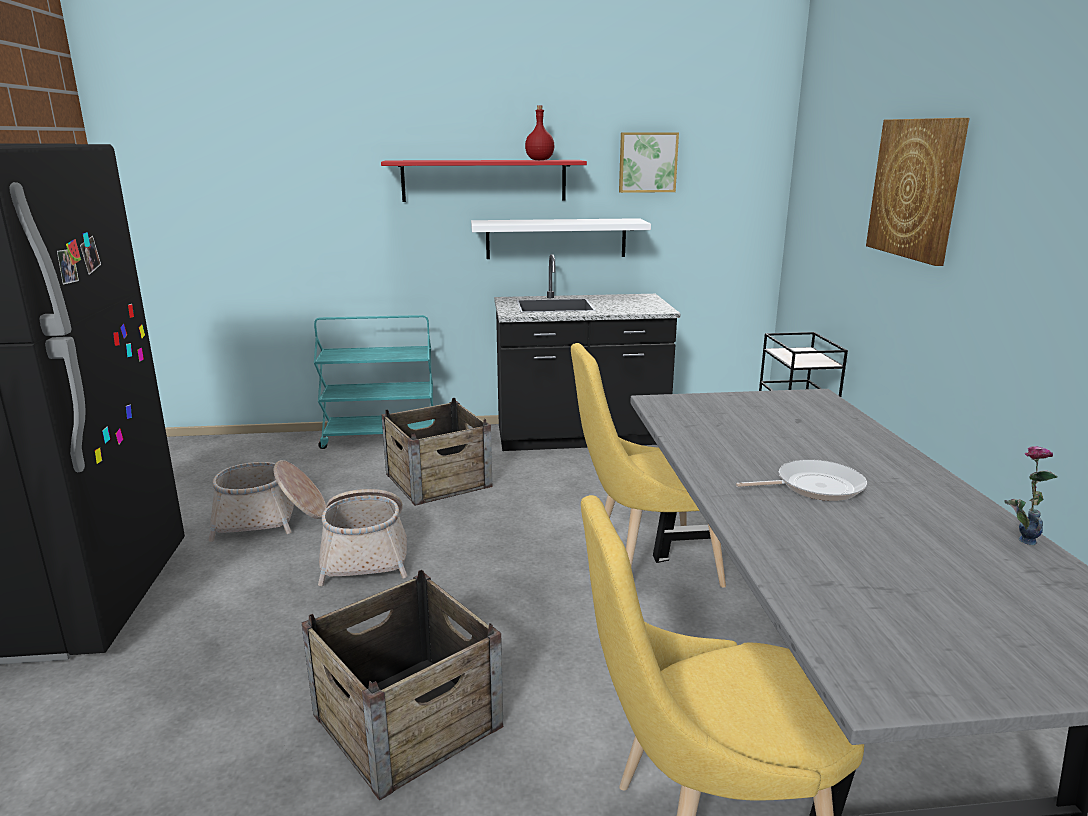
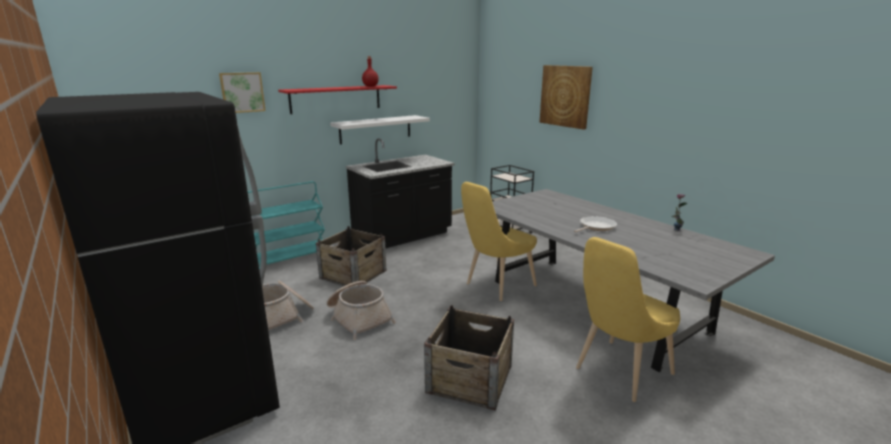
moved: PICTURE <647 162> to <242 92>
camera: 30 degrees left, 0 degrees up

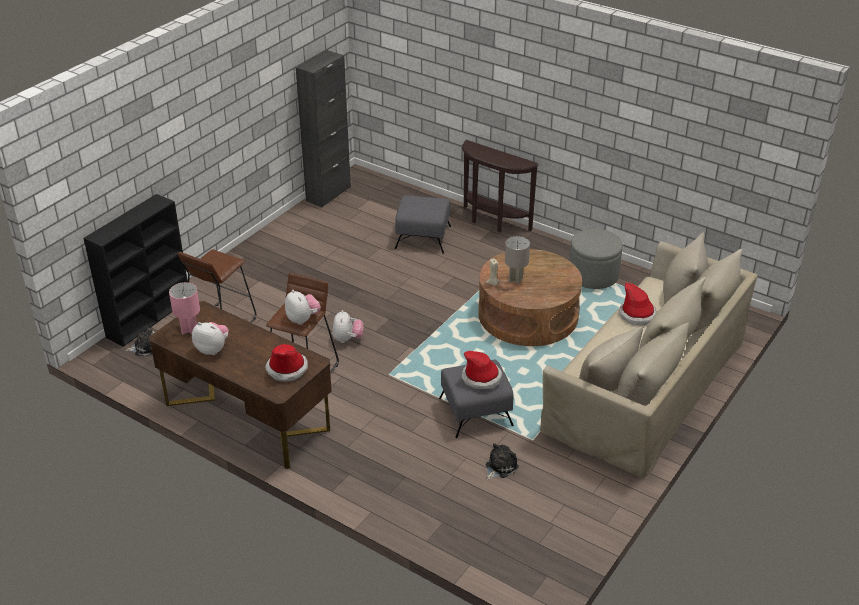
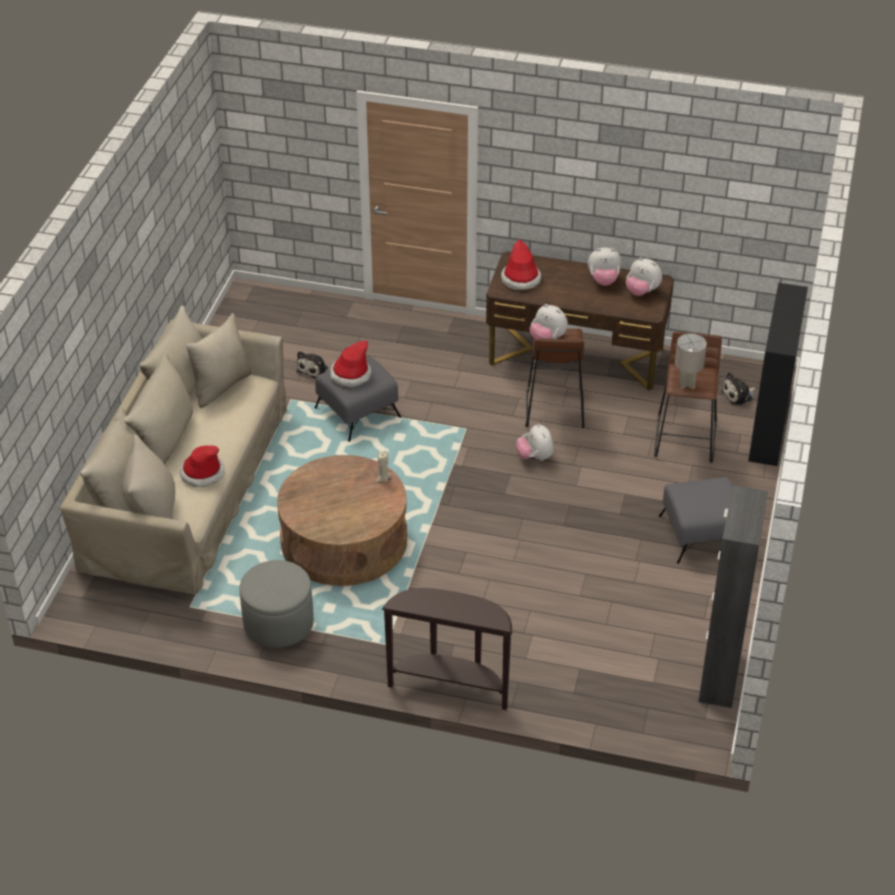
moved: GREY OTTOMAN <423 237> to <699 534>; GREY TABLE LAMP <515 280> to <687 384>
replaced: PINK TABLE LAMP <189 330> to PLUSH TOY <642 291>
camera: 160 degrees right, 5 degrees up

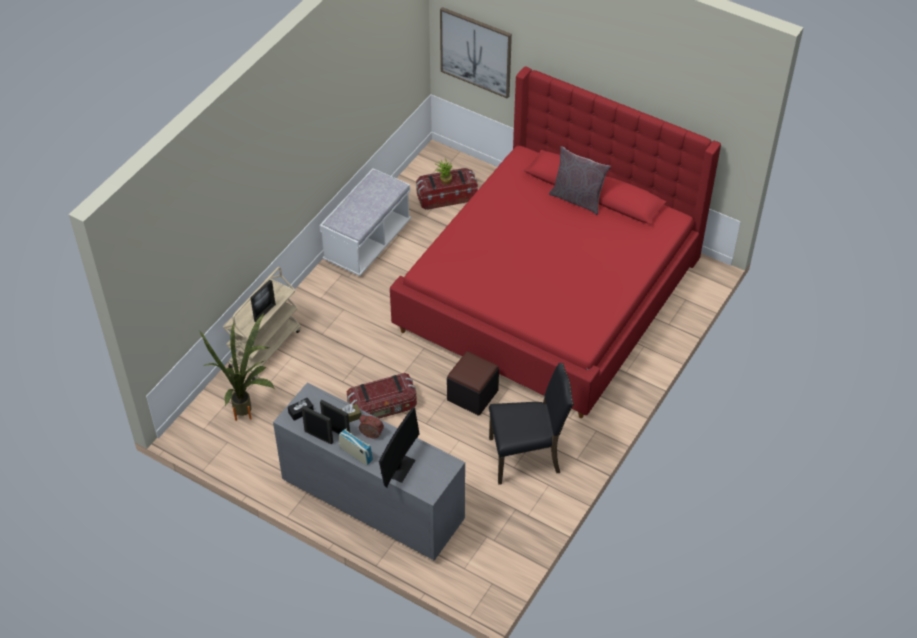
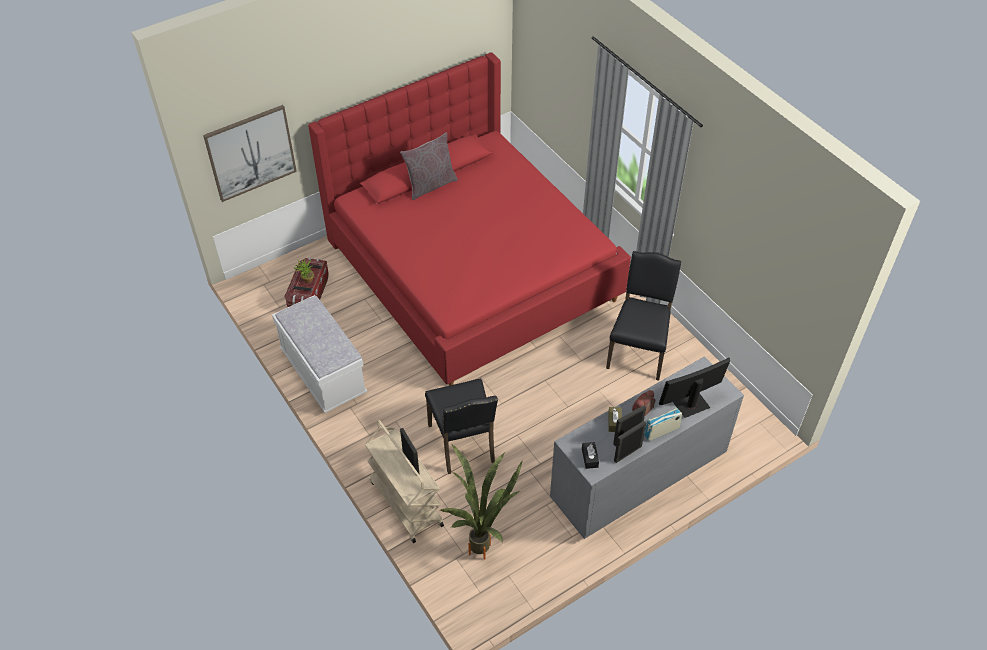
removed: STORAGE BOX <383 408>; BLACK OTTOMAN <472 395>
added: BLACK CHAIR <463 444>
turned: MONITOR <398 467> = <690 405> 75 degrees counterclockwise
camera: 65 degrees left, 0 degrees up

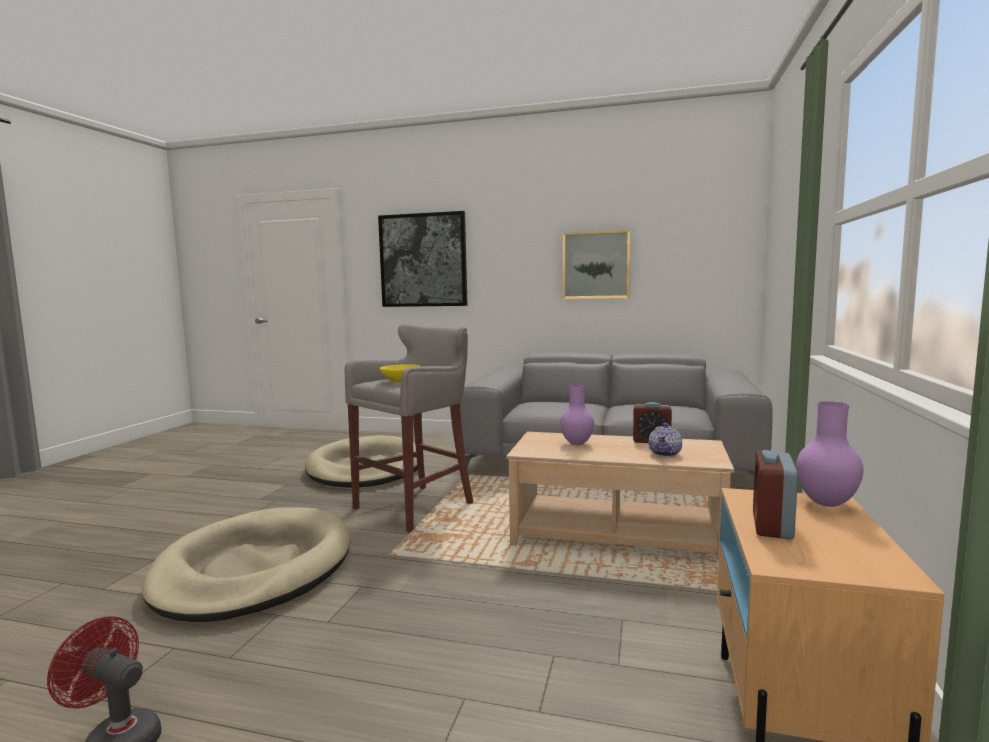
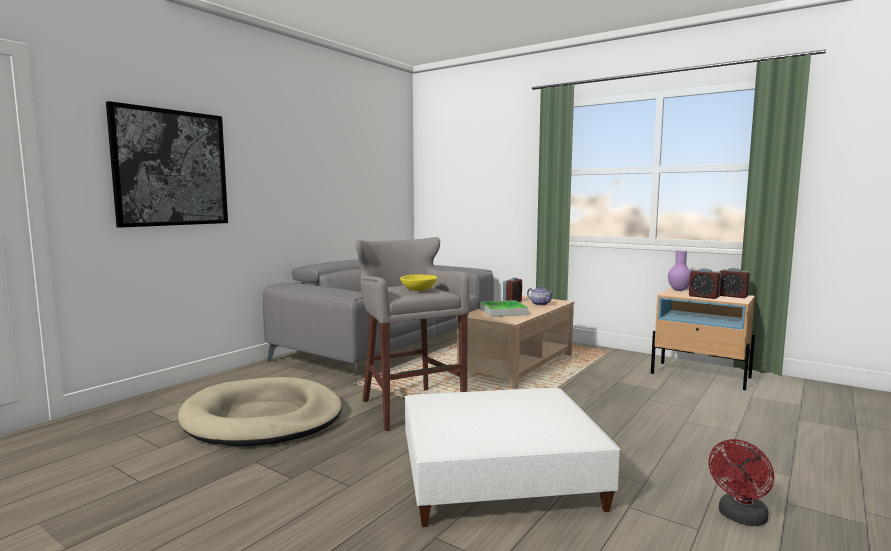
removed: PICTURE <596 265>
added: ALARM CLOCK <732 296>
replaced: BEIGE DOG BED <254 569> to WHITE OTTOMAN <499 477>; PURPLE VASE <577 444> to TRAY <503 311>
camera: 70 degrees left, 0 degrees up

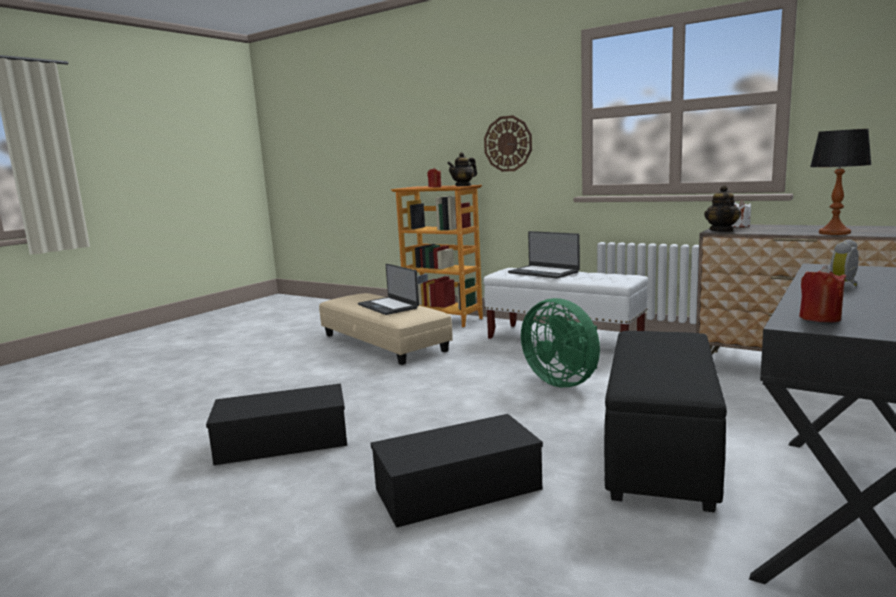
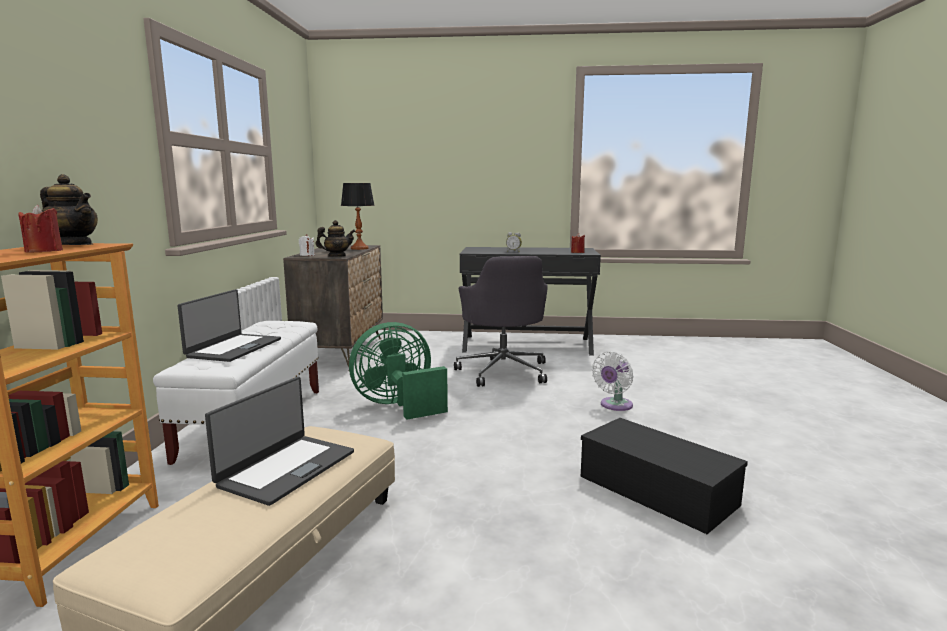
removed: WALL CLOCK <508 143>
replaced: BLACK STORAGE BOX <456 490> to WHITE FAN <614 406>; BLACK OTTOMAN <660 452> to GREY OFFICE CHAIR <503 371>
turned: GREEN FAN <564 381> = <398 406> 135 degrees counterclockwise
camera: 120 degrees left, 0 degrees up

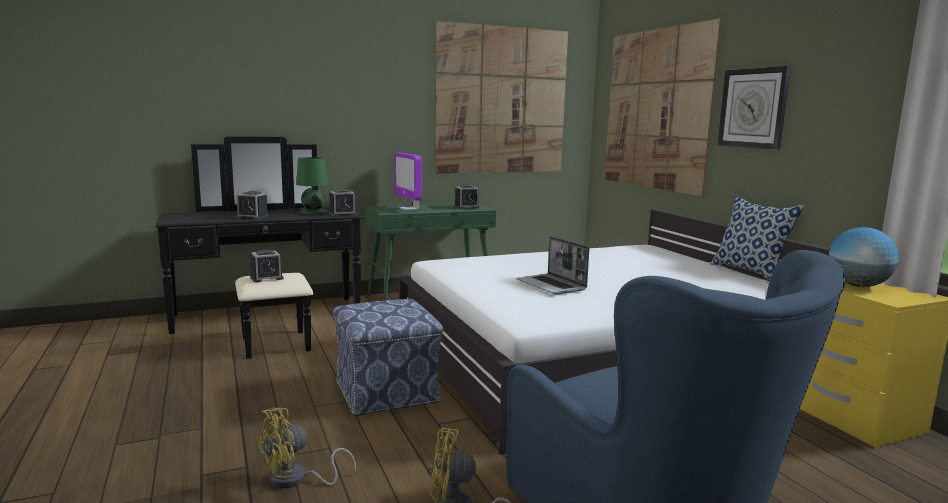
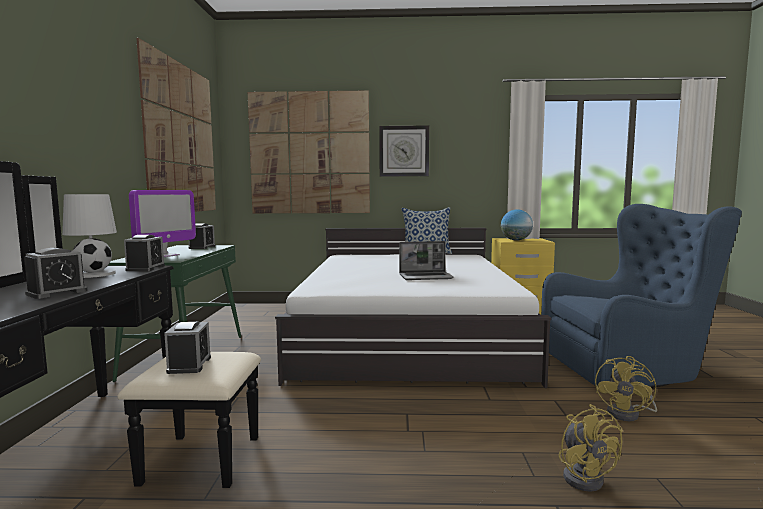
removed: OTTOMAN <387 392>
recoloured: GREEN TABLE LAMP <313 212> to WHITE TABLE LAMP <94 274>
turned: MONITOR <409 208> = <165 255> 60 degrees counterclockwise
camera: 65 degrees left, 5 degrees down

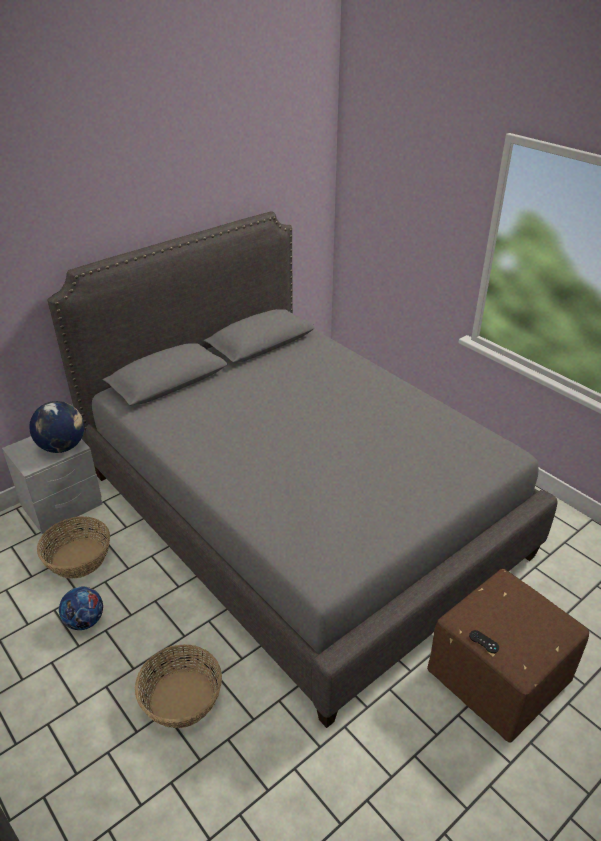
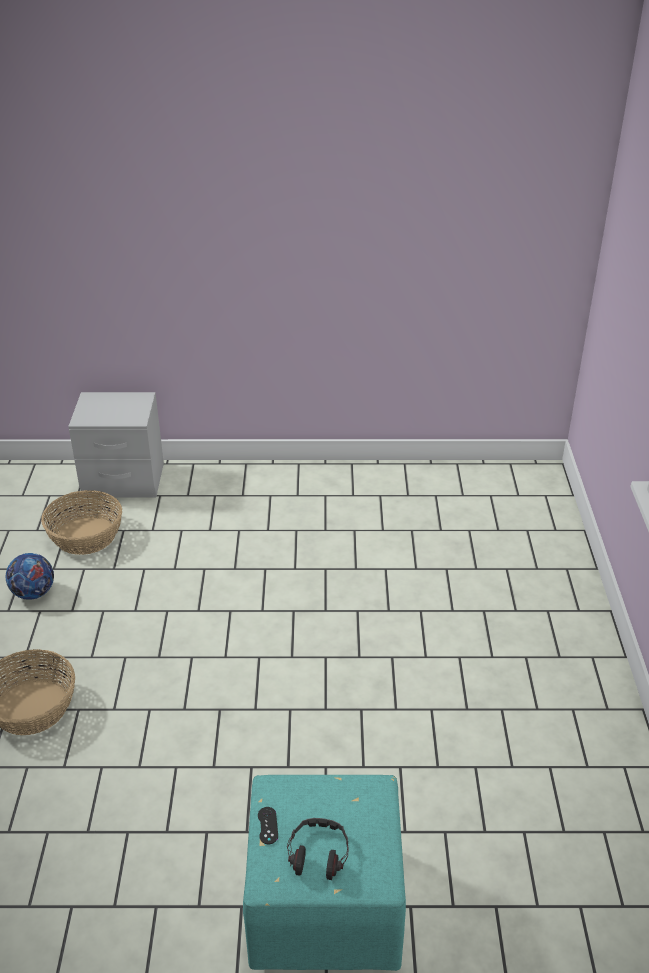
removed: GLOBE <62 446>; GREY BED <300 513>
added: HEADPHONES <318 853>
recoloured: BROWN OTTOMAN <496 677> to TURQUOISE OTTOMAN <325 905>
camera: 40 degrees right, 0 degrees up

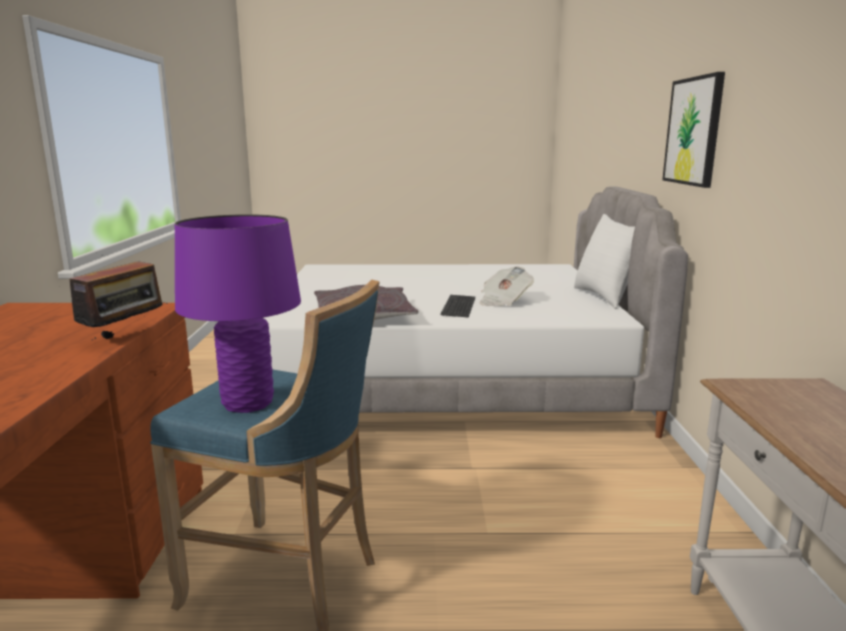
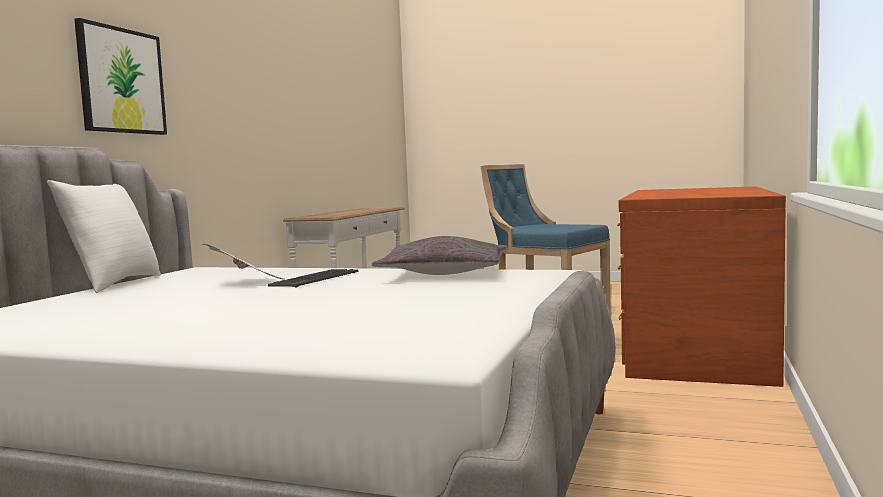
removed: RADIO <125 336>; PURPLE TABLE LAMP <248 403>
camera: 160 degrees left, 10 degrees down

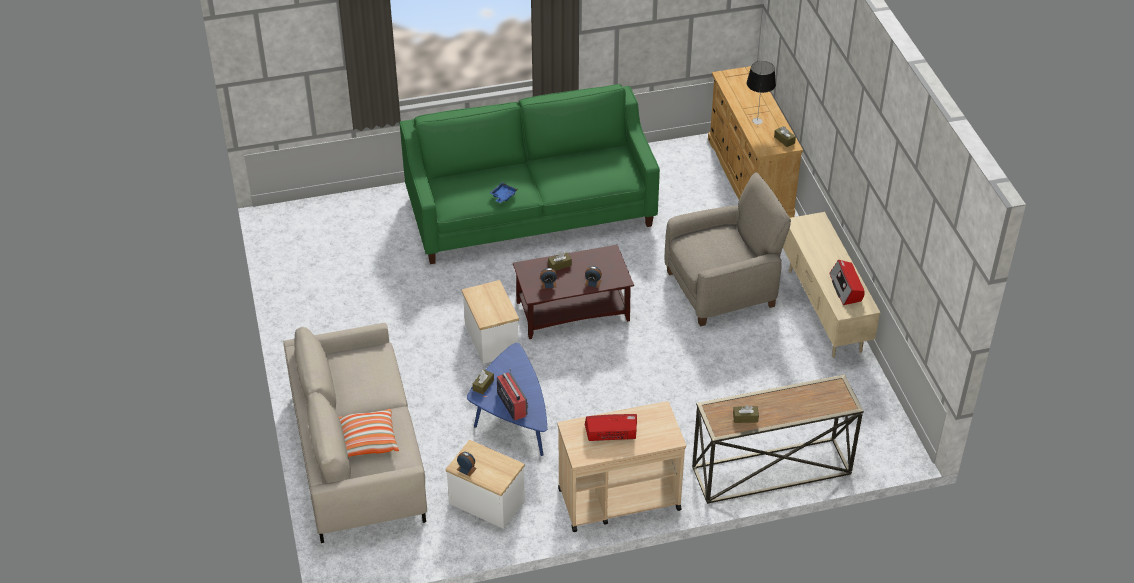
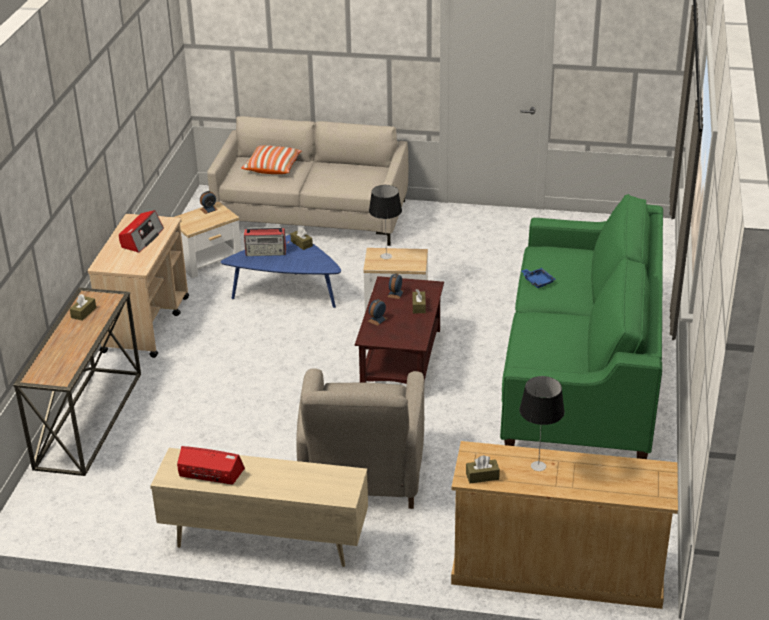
added: TABLE LAMP <386 256>
camera: 115 degrees right, 10 degrees down

